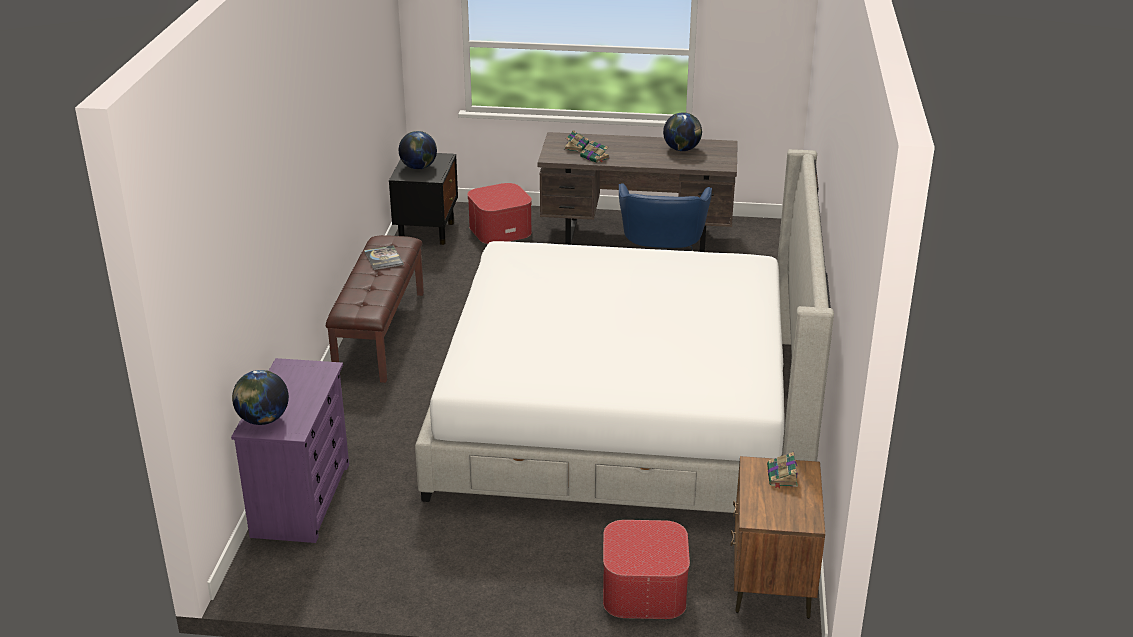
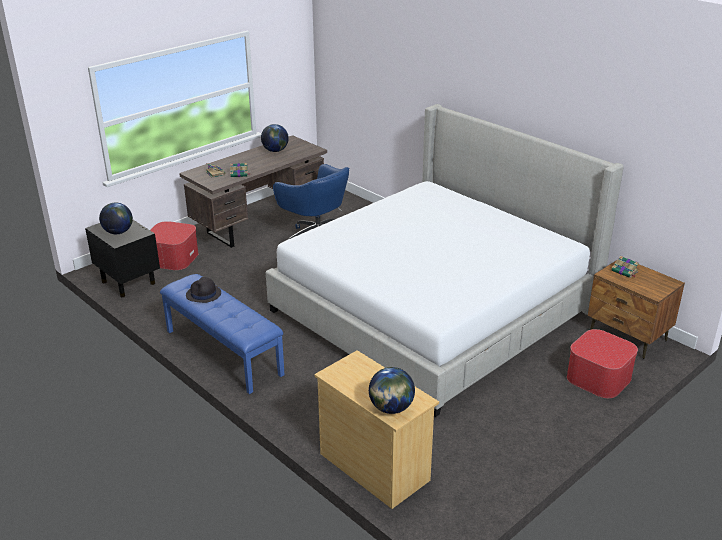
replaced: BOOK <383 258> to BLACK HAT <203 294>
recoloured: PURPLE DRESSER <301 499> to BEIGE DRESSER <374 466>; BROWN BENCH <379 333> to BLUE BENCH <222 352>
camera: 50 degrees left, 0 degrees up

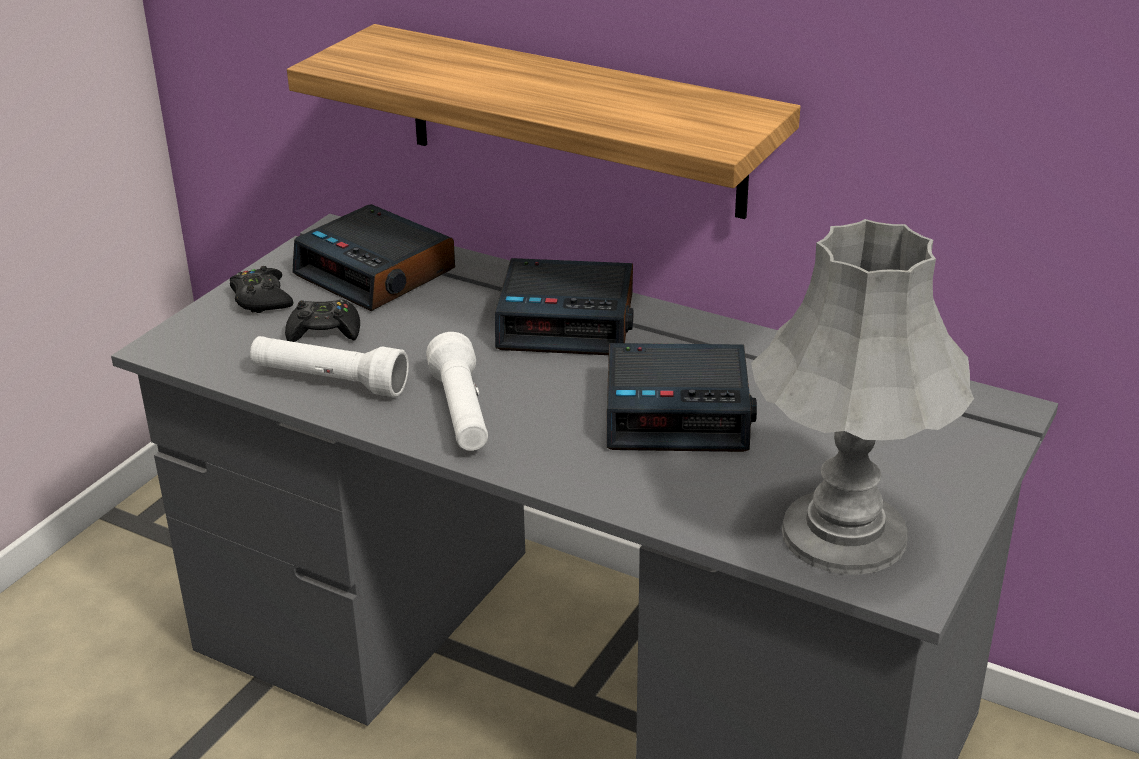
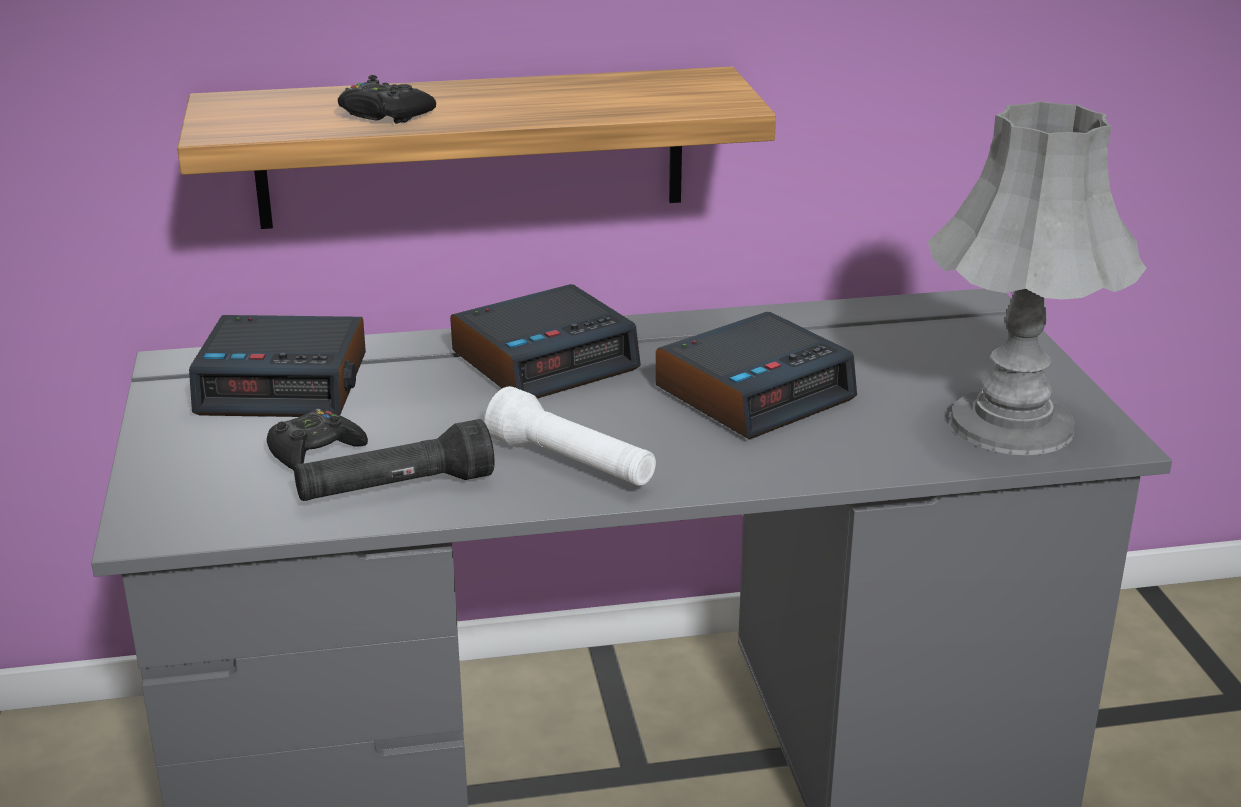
moved: BLACK GAME CONTROLLER <261 299> to <384 114>
recoloured: WHITE FLASHLIGHT <329 381> to BLACK FLASHLIGHT <395 489>
camera: 40 degrees left, 5 degrees down

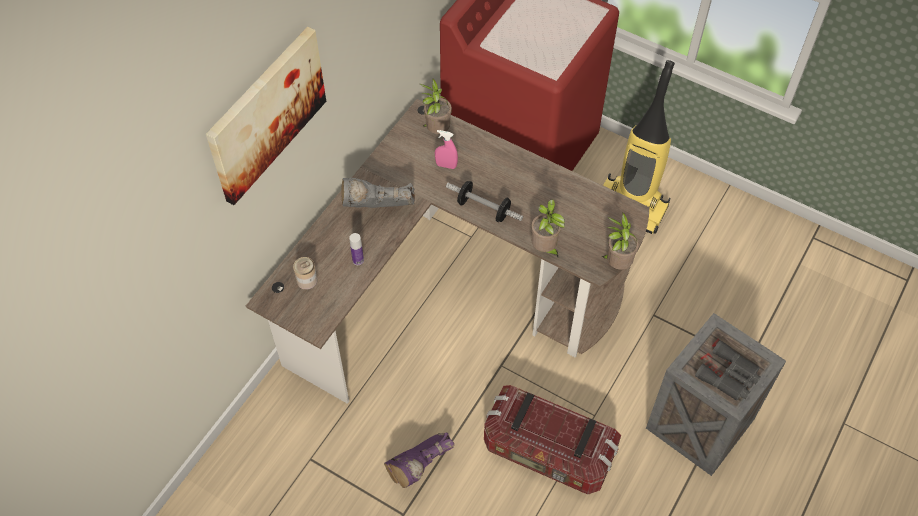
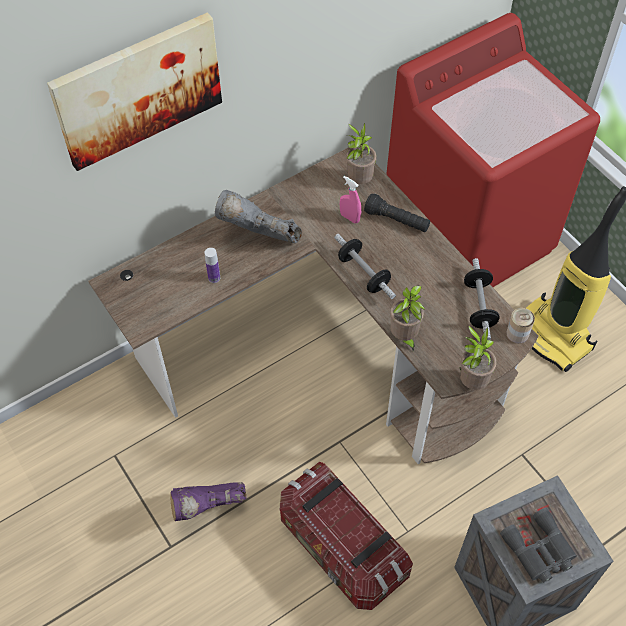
added: BLACK FLASHLIGHT <397 220>; DUMBBELL <479 306>
moved: CAN <307 280> to <517 333>
camera: 25 degrees right, 0 degrees up

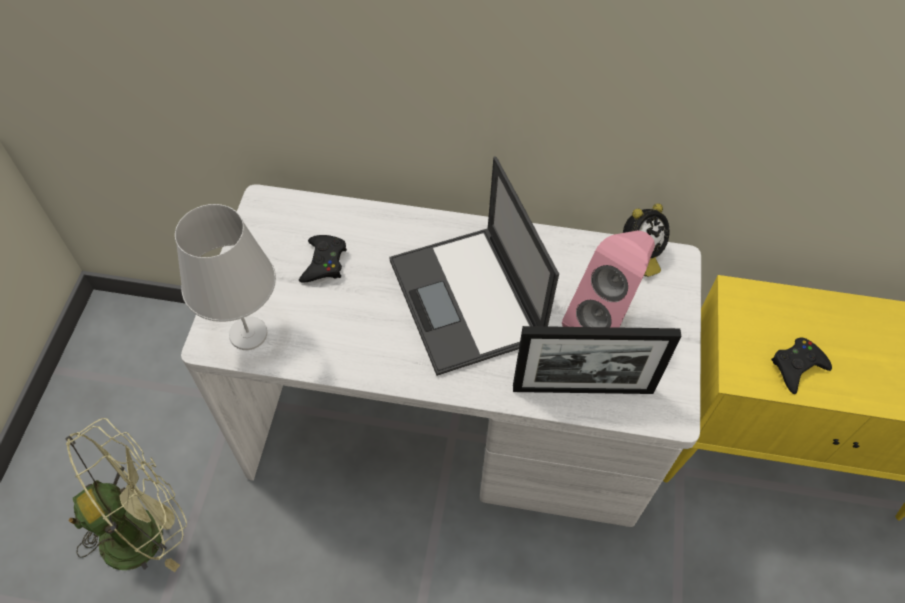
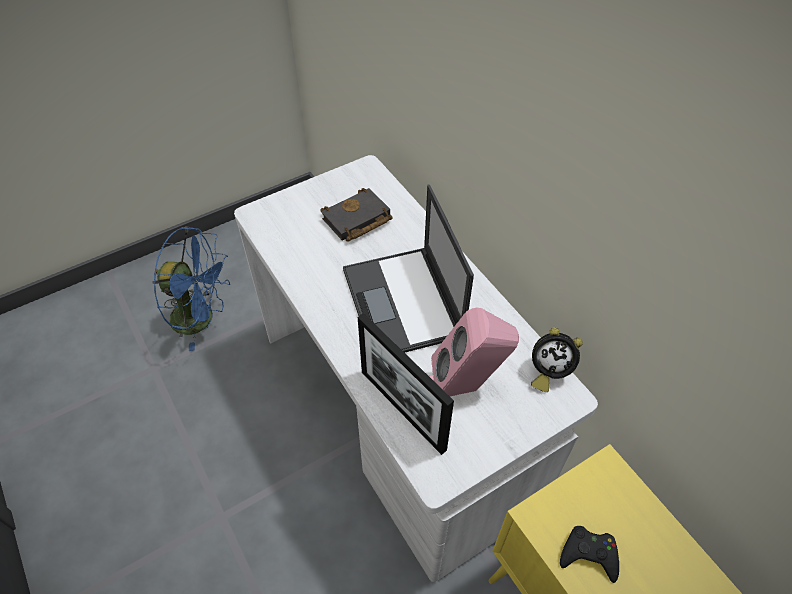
removed: WHITE TABLE LAMP <247 333>
replaced: BLACK GAME CONTROLLER <324 262> to BLACK BOOK <356 220>
recoloured: GREEN FAN <144 527> to BLUE FAN <202 318>
turned: LAPTOP <467 301> = <403 303> 45 degrees counterclockwise
camera: 50 degrees right, 5 degrees down

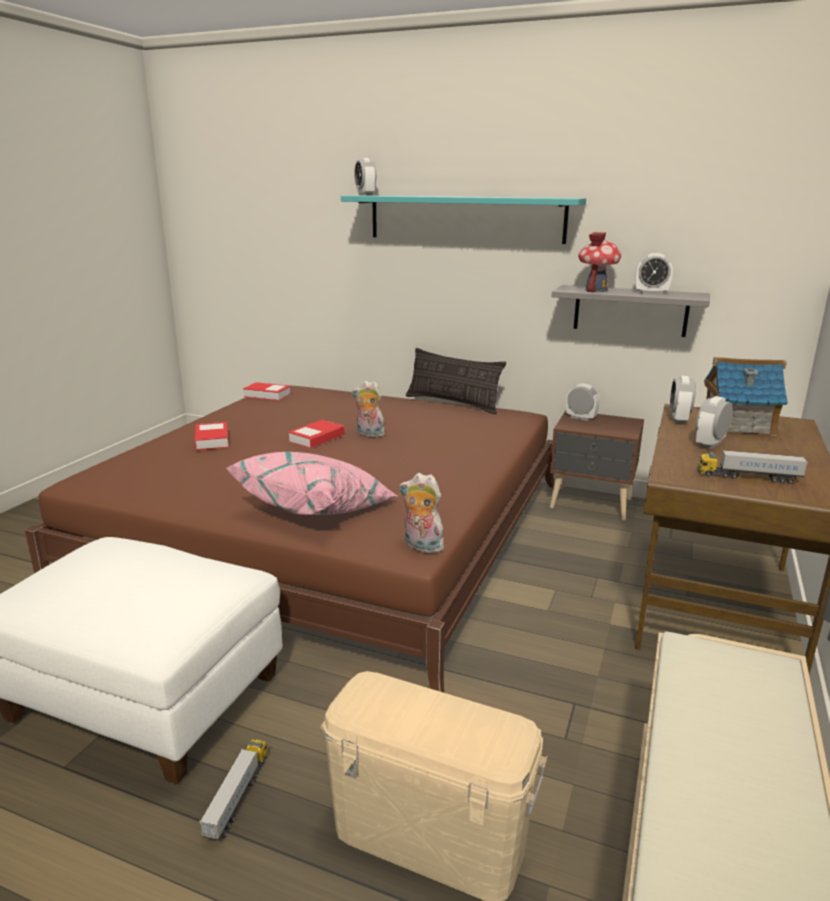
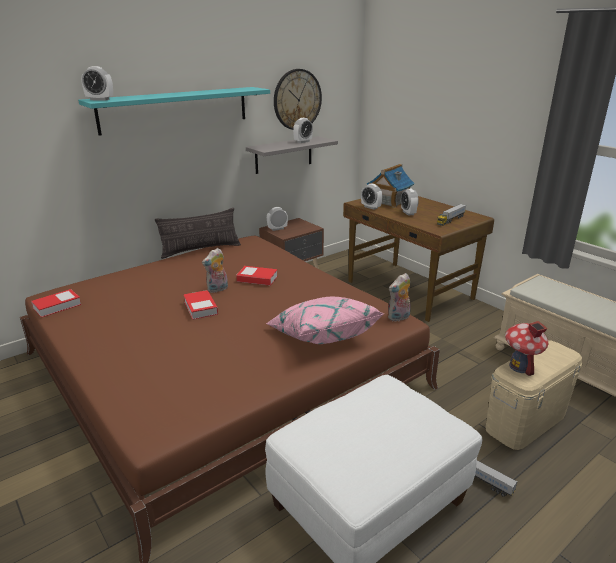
added: WALL CLOCK <297 100>
moved: BOOK <212 440> to <257 279>; TOY HOUSE <596 290> to <520 367>
camera: 60 degrees left, 5 degrees up

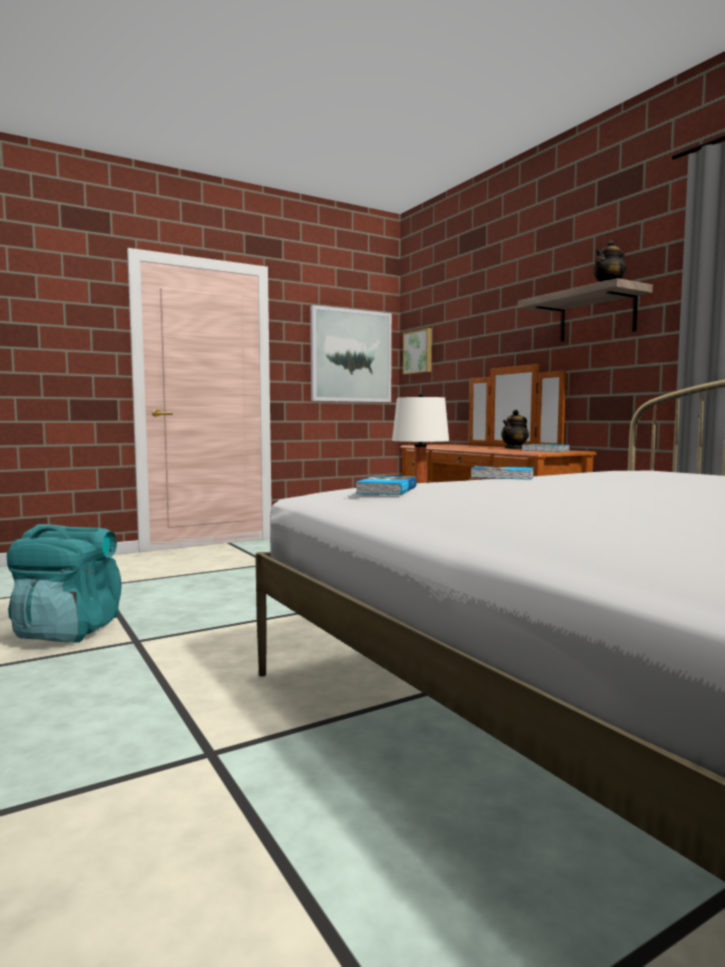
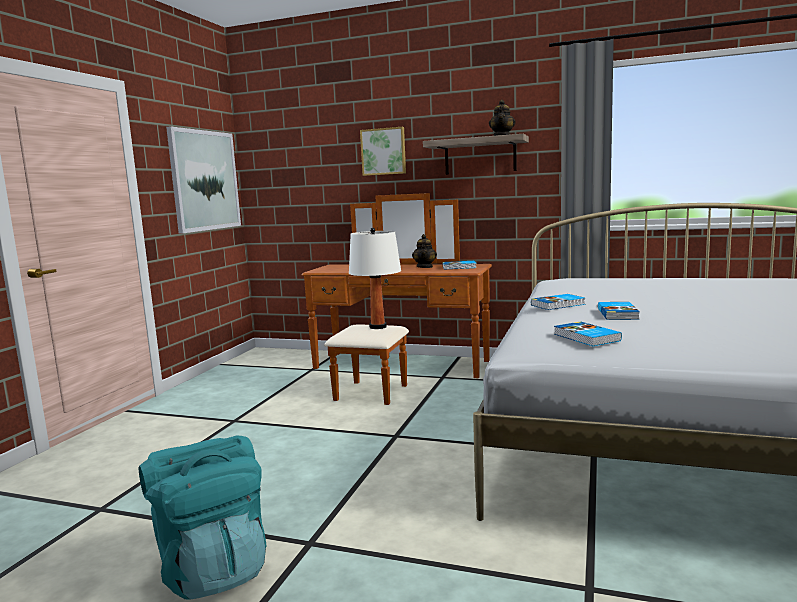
added: BOOK <618 314>
moved: PICTURE <418 352> to <383 151>
camera: 40 degrees left, 5 degrees up

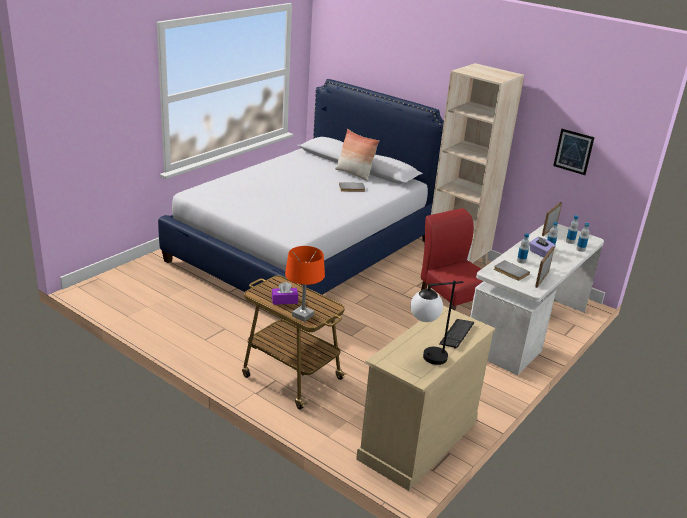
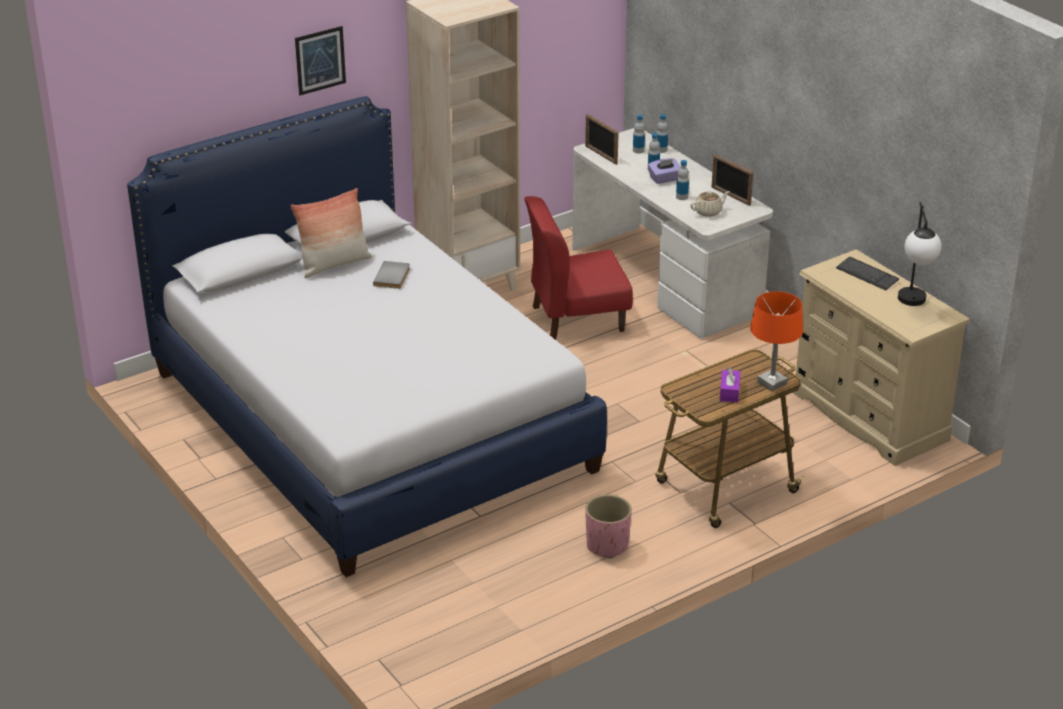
added: PINK PLANTER <607 545>
moved: PICTURE <573 151> to <320 60>
replaced: GREY BOOK <510 272> to BEIGE TEAPOT <709 211>
camera: 70 degrees left, 5 degrees up

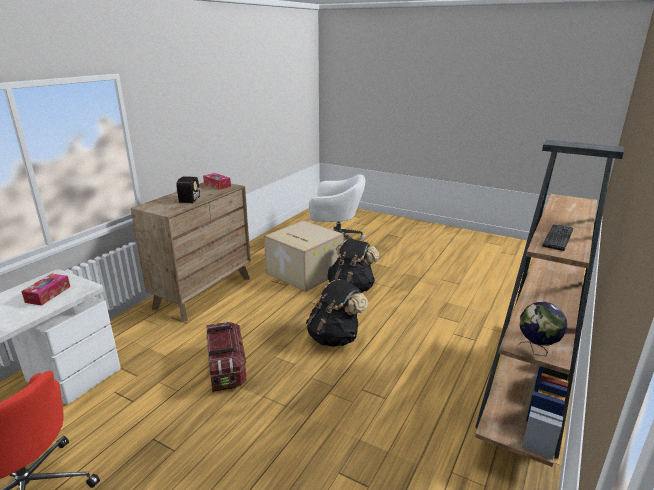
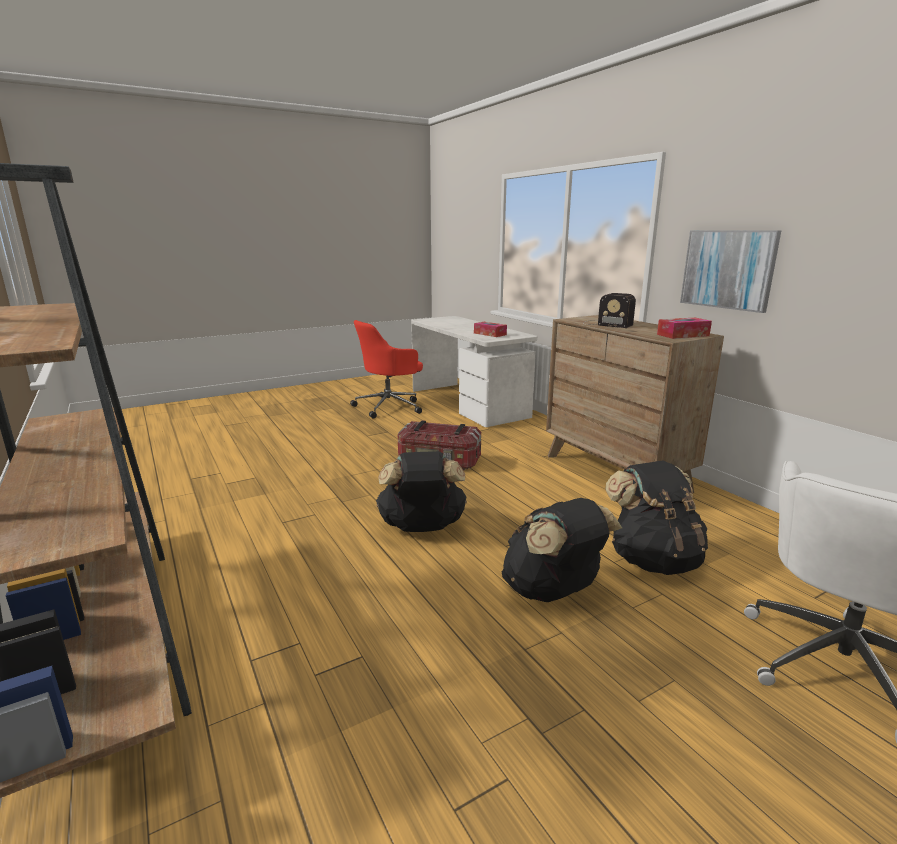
removed: GLOBE <536 351>; KEYBOARD <558 238>
added: PICTURE <728 269>
replaced: CARDBOARD BOX <303 272> to BLACK BACKPACK <653 559>
camera: 120 degrees right, 5 degrees down

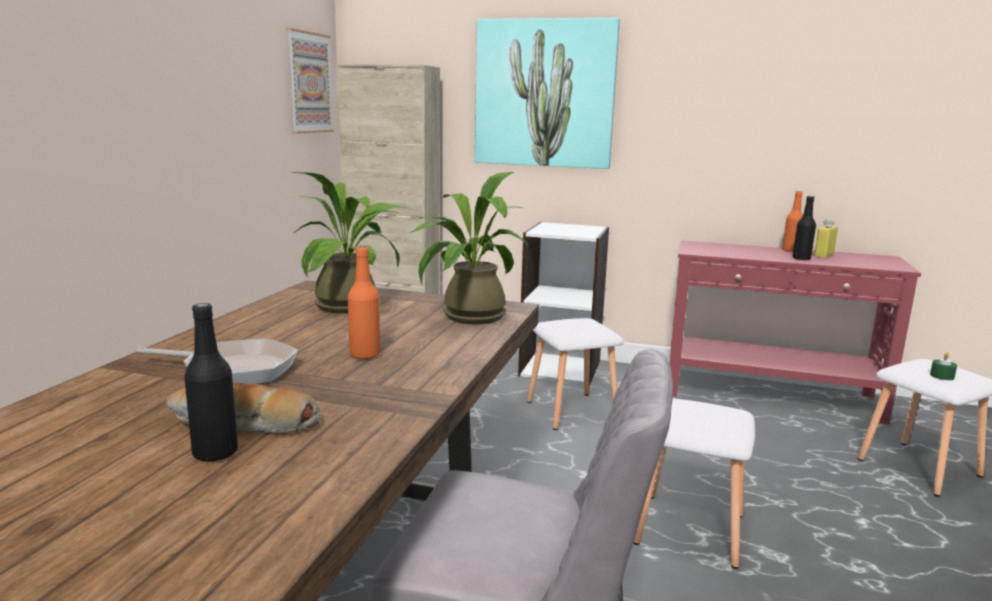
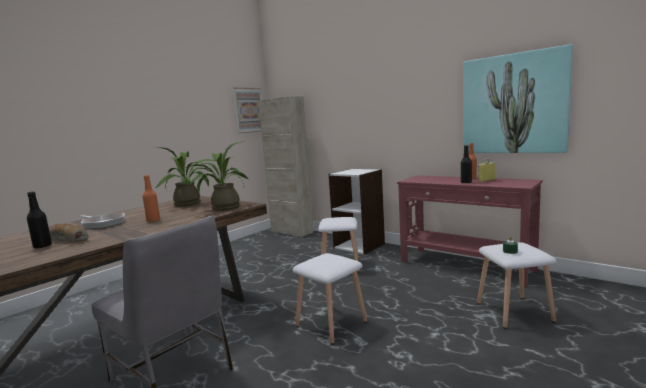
moved: PICTURE <544 94> to <513 104>
camera: 25 degrees right, 5 degrees down

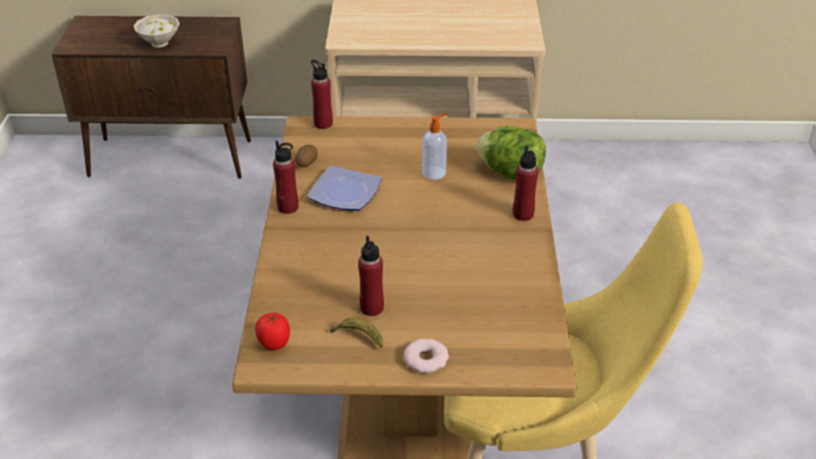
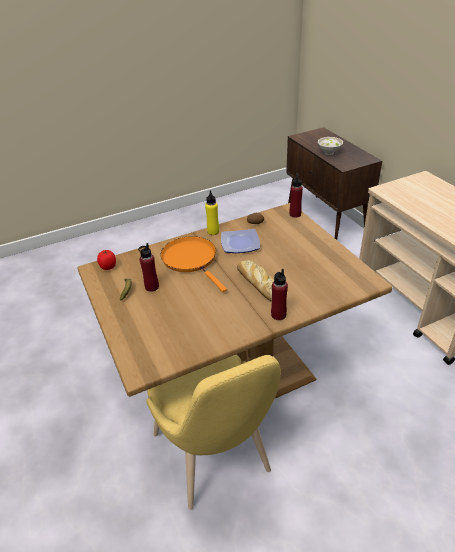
removed: DONUT <426 359>; SOAP DISPENSER <434 172>; LETTUCE <510 173>
added: ORANGE FRYING PAN <191 259>; BREAD <258 284>
recoloured: RED BOTTLE <288 207> to YELLOW BOTTLE <213 231>
camera: 65 degrees right, 0 degrees up

